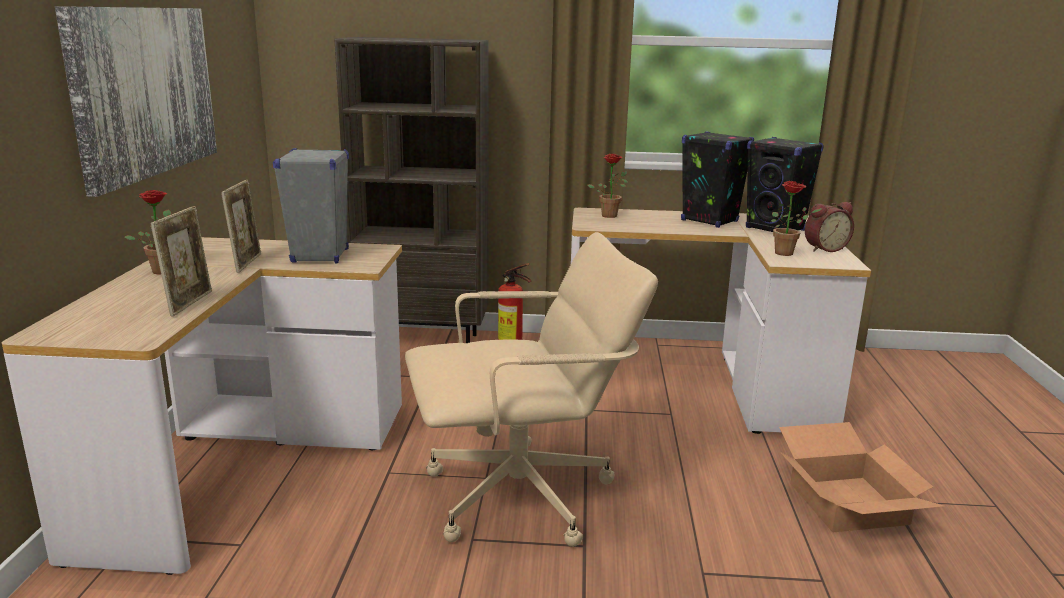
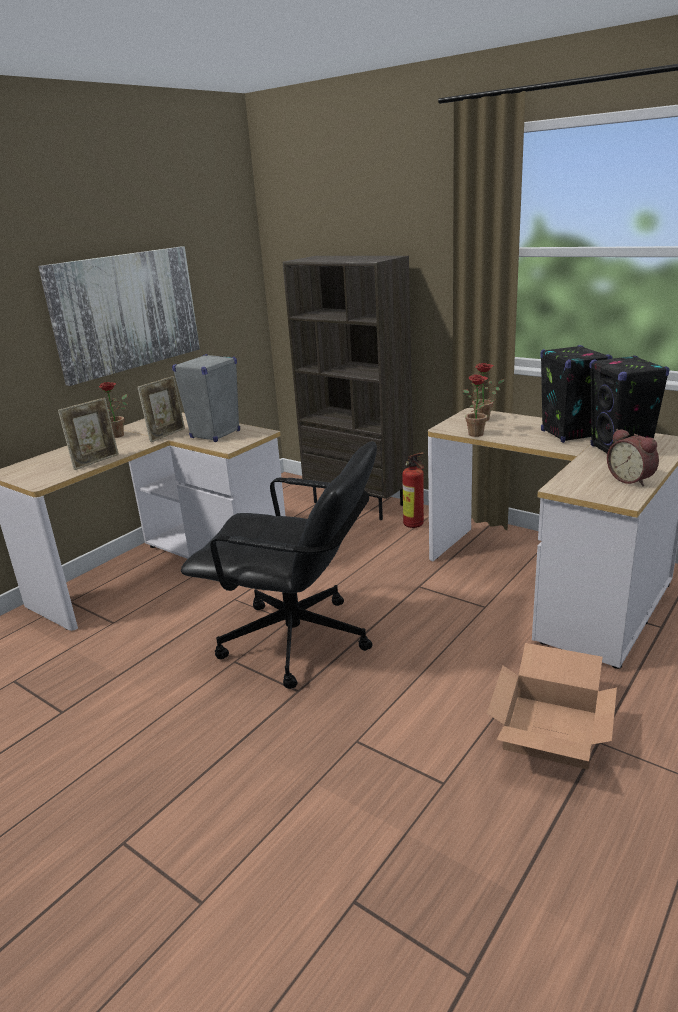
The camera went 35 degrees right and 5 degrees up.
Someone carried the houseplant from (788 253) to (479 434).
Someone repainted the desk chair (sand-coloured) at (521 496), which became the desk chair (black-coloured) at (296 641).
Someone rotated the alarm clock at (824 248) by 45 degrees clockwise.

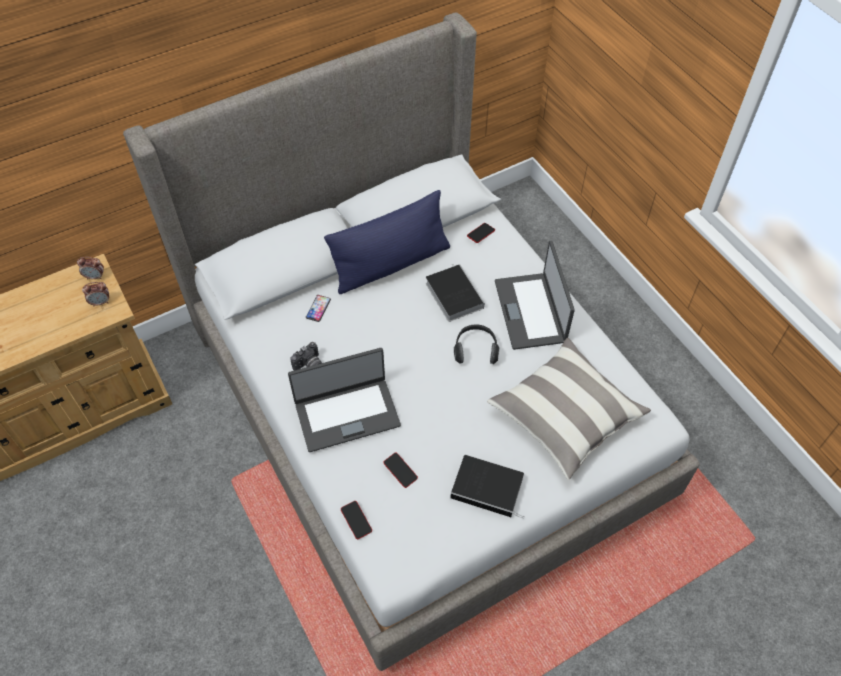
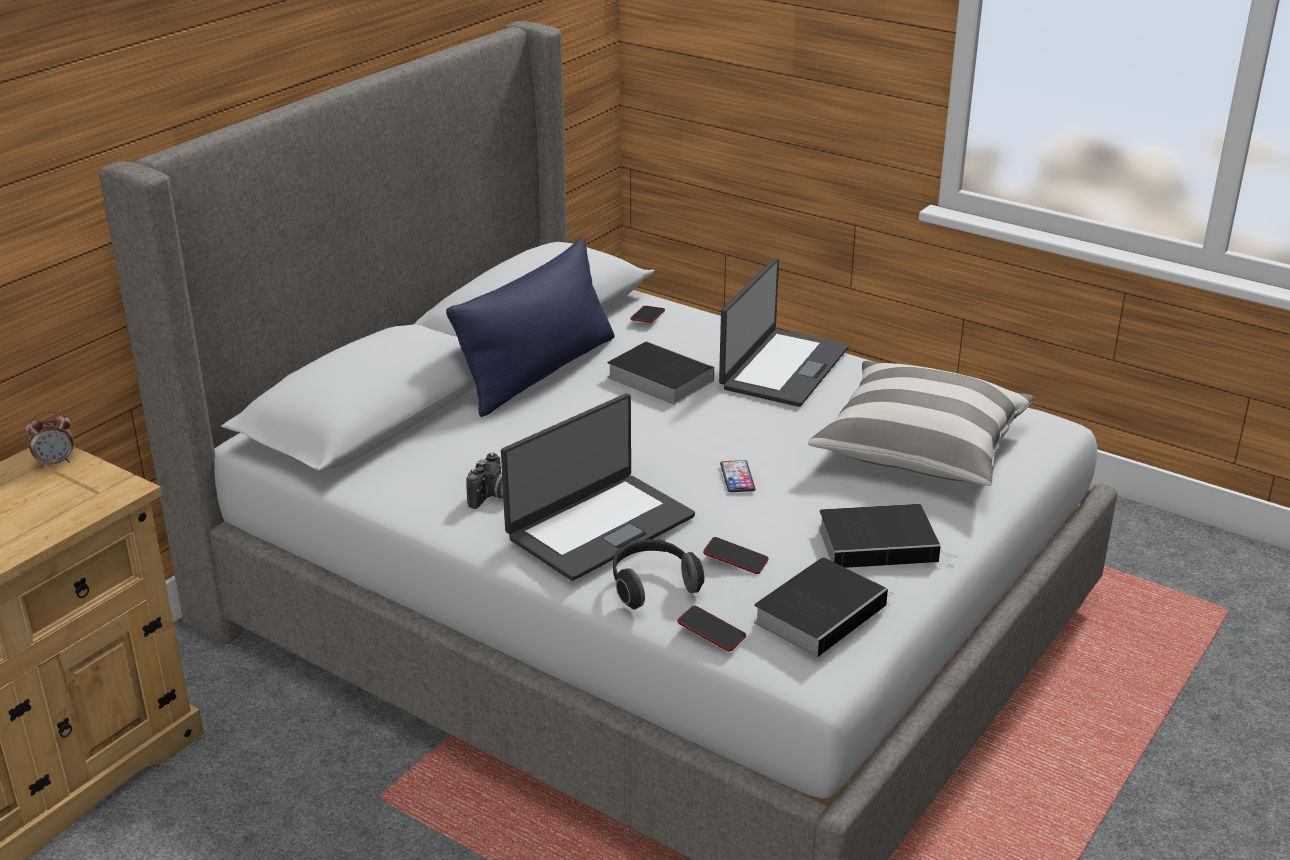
The camera went 25 degrees left and 25 degrees down.
Someone took away the alarm clock at (101 302).
Someone put down the book at (821 611).
Someone carried the handset from (318 308) to (737 477).
Someone carried the headphones from (475 350) to (652 585).
Someone rotated the portable computer at (531 311) by 120 degrees counterclockwise.

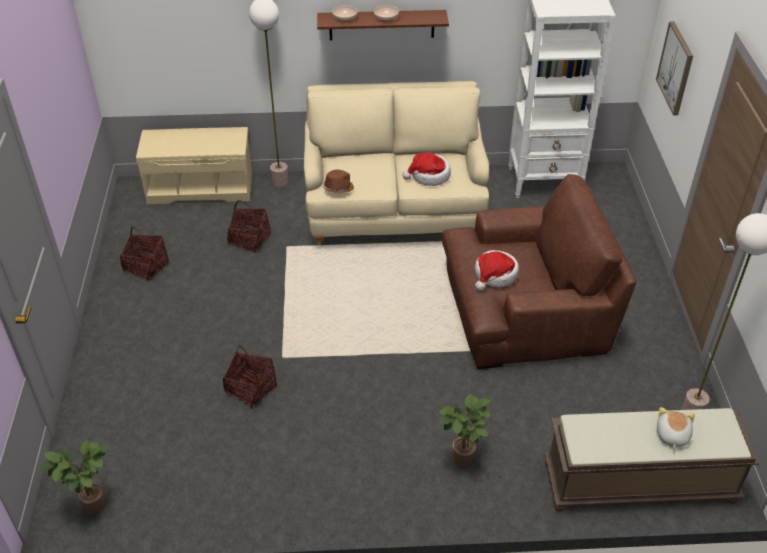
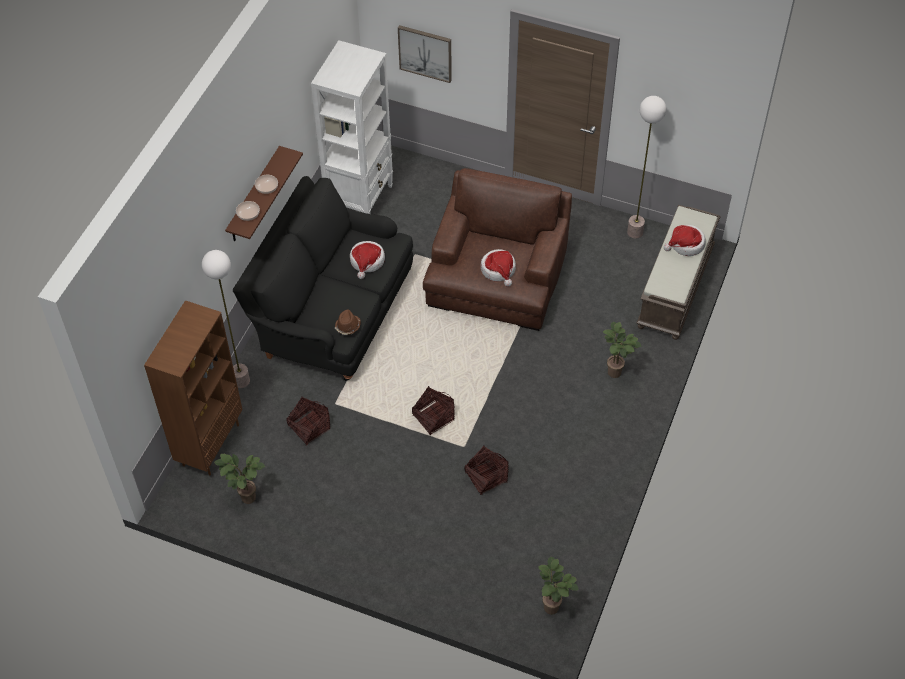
The camera went 65 degrees left and 10 degrees up.
Someone put down the houseplant at (246 499).
Someone carried the household basket from (146 266) to (433 418).
Someone swapped the long seat (sand-coloured) at (201 187) for the bookcase (brownish) at (210 444).
Someone swapped the soft toy at (671 435) for the hat at (686 245).
Someone repainted the sofa (sand-coloured) at (394 208), which became the sofa (black-coloured) at (331 312).

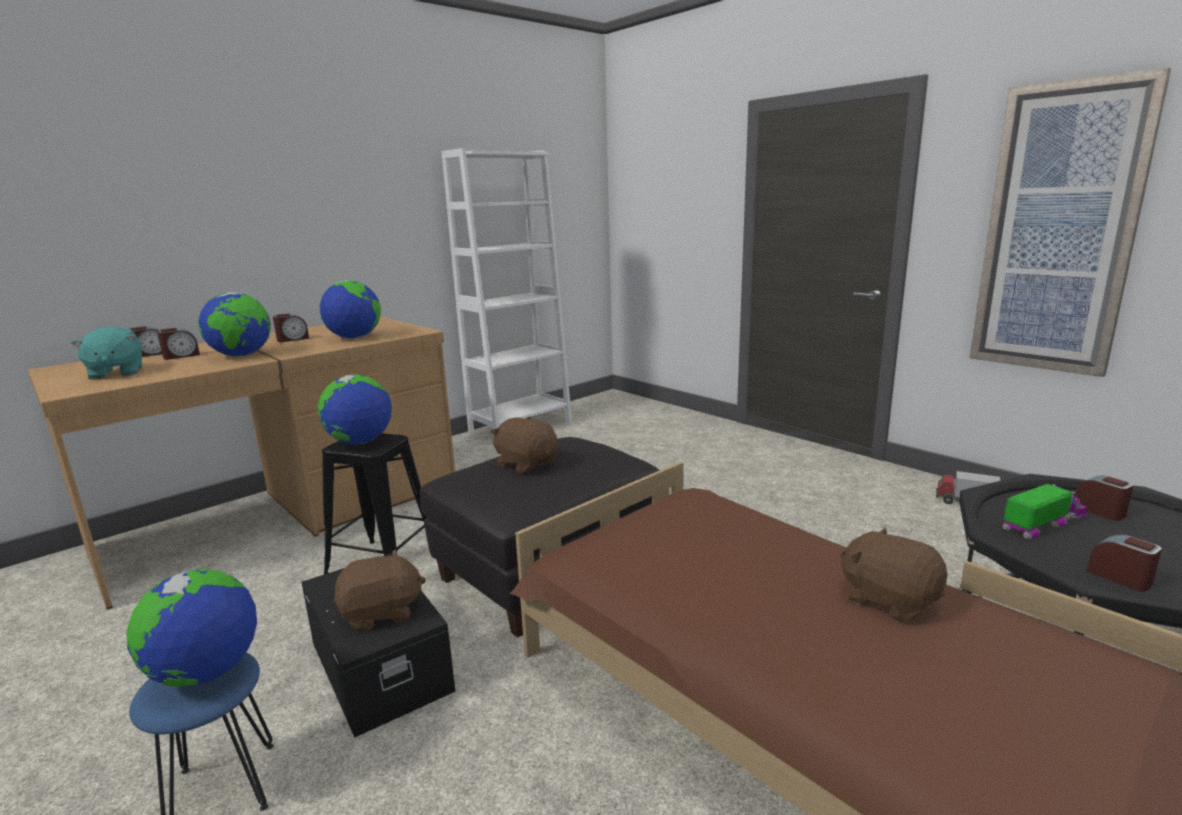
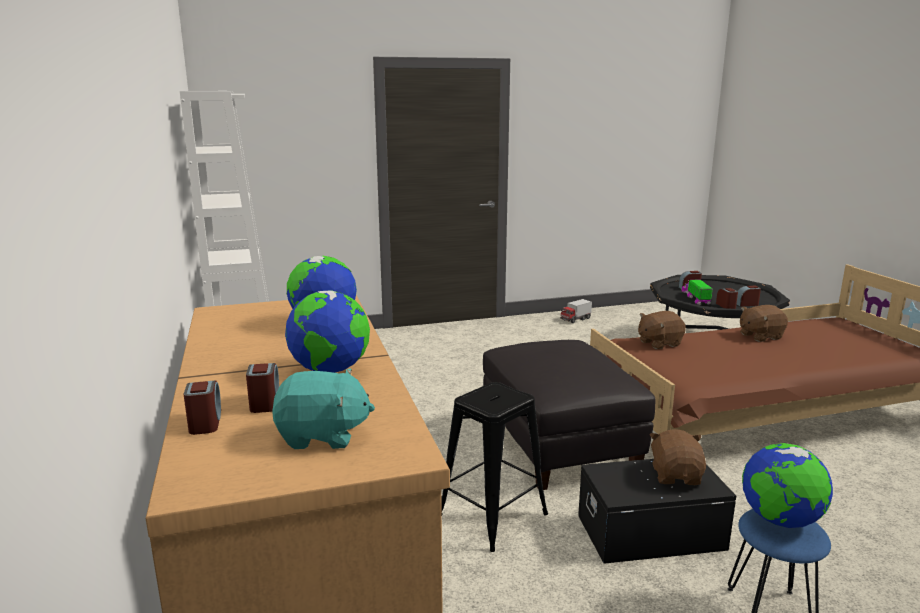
The camera went 65 degrees left and 0 degrees up.
Someone took away the desk globe at (360 442).
Someone took away the wall picture at (1059 231).
Someone carried the alarm clock from (292 339) to (726 306).
Someone carried the soft toy (brownish) from (526 464) to (659 343).

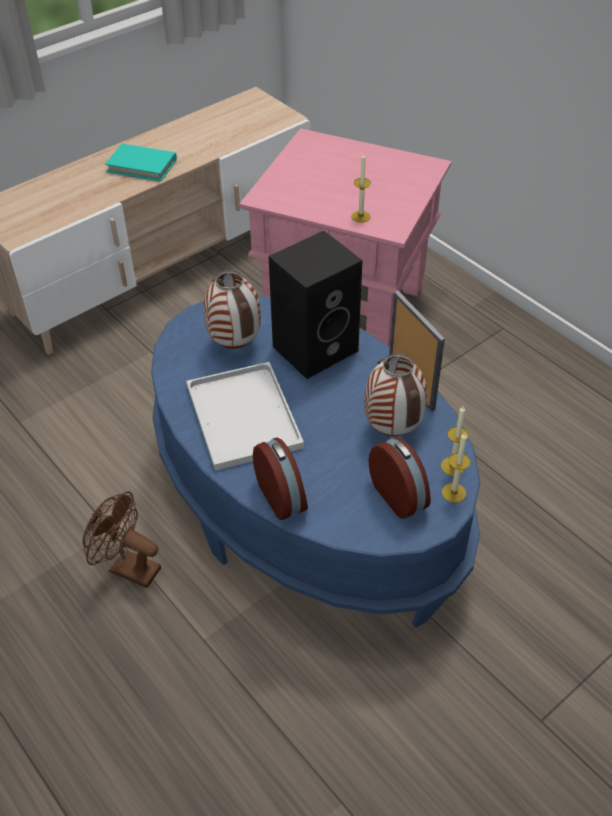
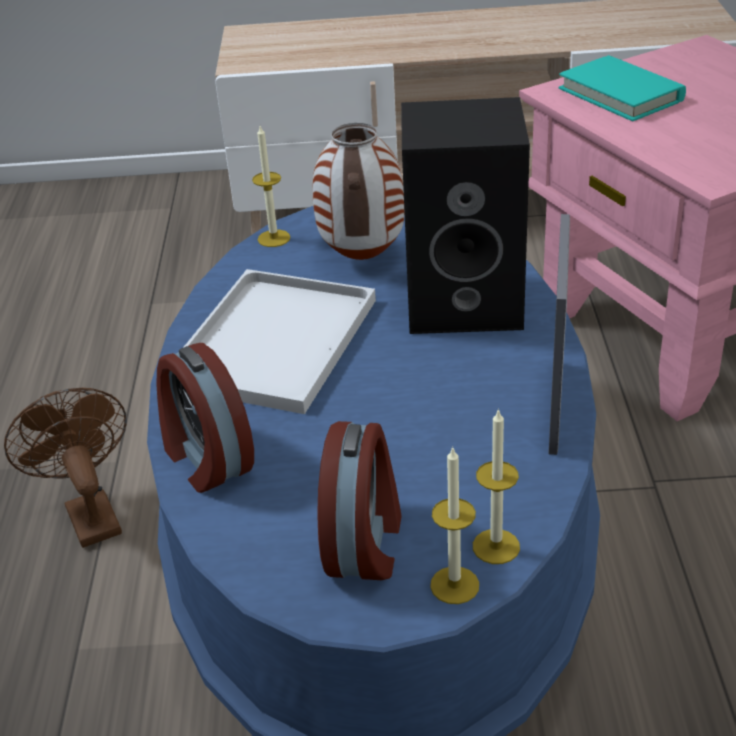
The camera went 40 degrees right and 10 degrees down.
Someone took away the flower vase at (391 430).
Someone carried the book (blue-green) from (142 166) to (620 94).
Someone carried the candle from (360 216) to (274 238).
Someone rotated the alarm clock at (283 496) by 135 degrees clockwise.

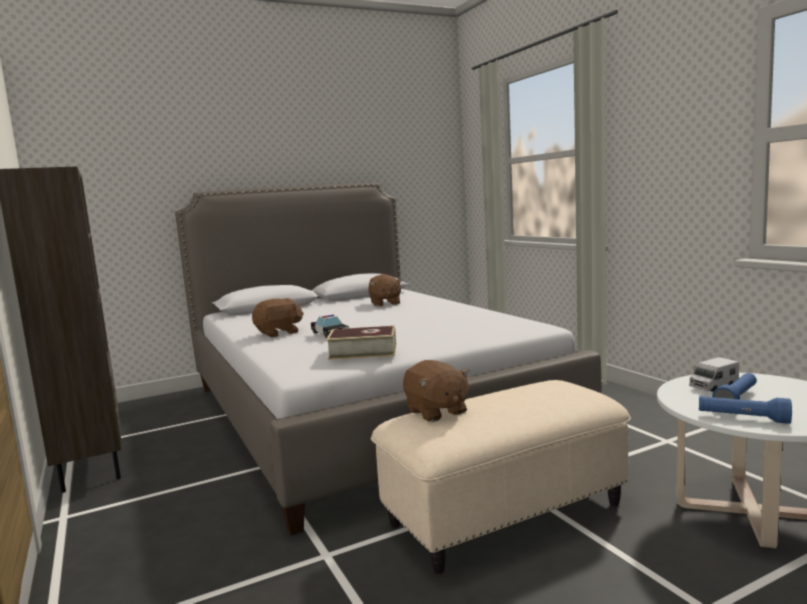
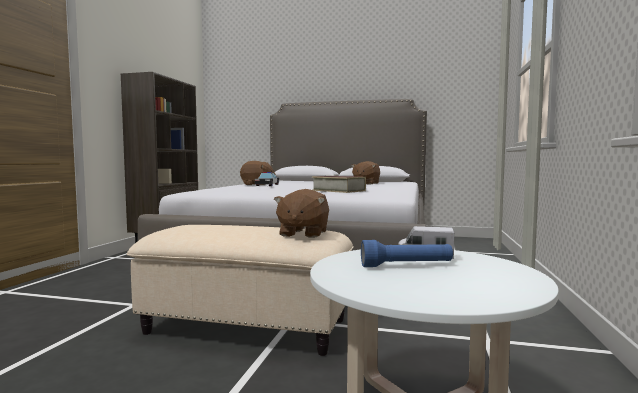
The camera went 40 degrees right and 5 degrees down.
Someone took away the torch (blue-coloured) at (742 418).
Someone carried the book from (363 351) to (338 190).
Someone carried the soft toy (brownish) from (436 412) to (303 233).

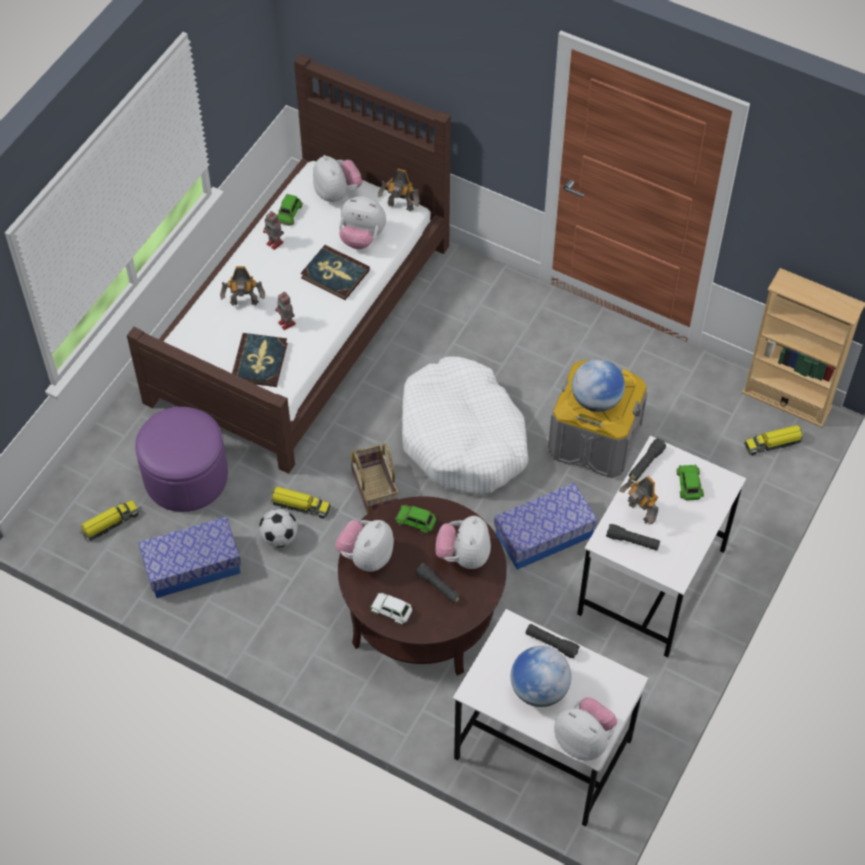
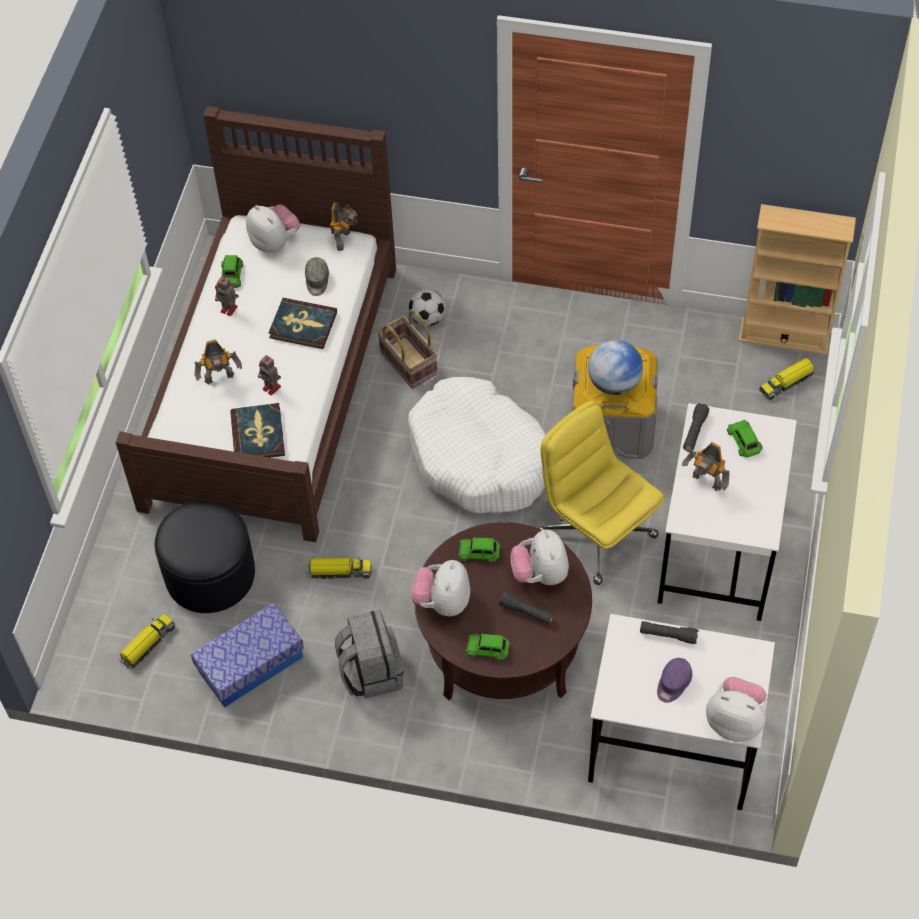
The camera went 15 degrees left and 0 degrees up.
Someone took away the torch (black-coloured) at (632 541).
Someone put down the knapsack (greyish) at (371 671).
Someone carried the ball for football from (279 537) to (427 319).
Someone carried the household basket from (373 490) to (407 363).
Someone swapped the soft toy at (362 238) for the peaked cap (greyish) at (317 281).
Someone swapped the storage container at (544 535) for the desk chair (yellowish) at (596 533).
Someone swapped the desk globe at (539 689) for the peaked cap (purplish) at (673 684).
Someone repainted the pouffe (purplish) at (186 476), which became the pouffe (black-coloured) at (210 574).
Someone repainted the toy car (whitish) at (391 610), which became the toy car (greenish) at (488 648).
Someone rotated the model robot at (400 207) by 75 degrees counterclockwise.

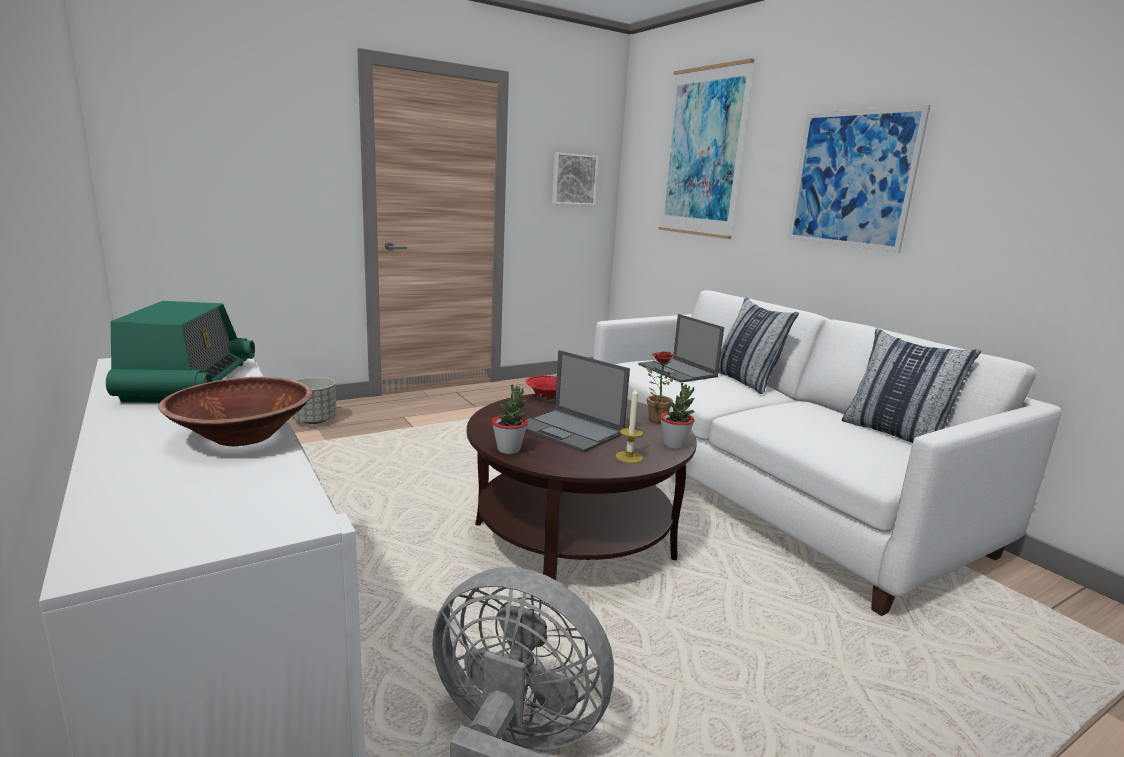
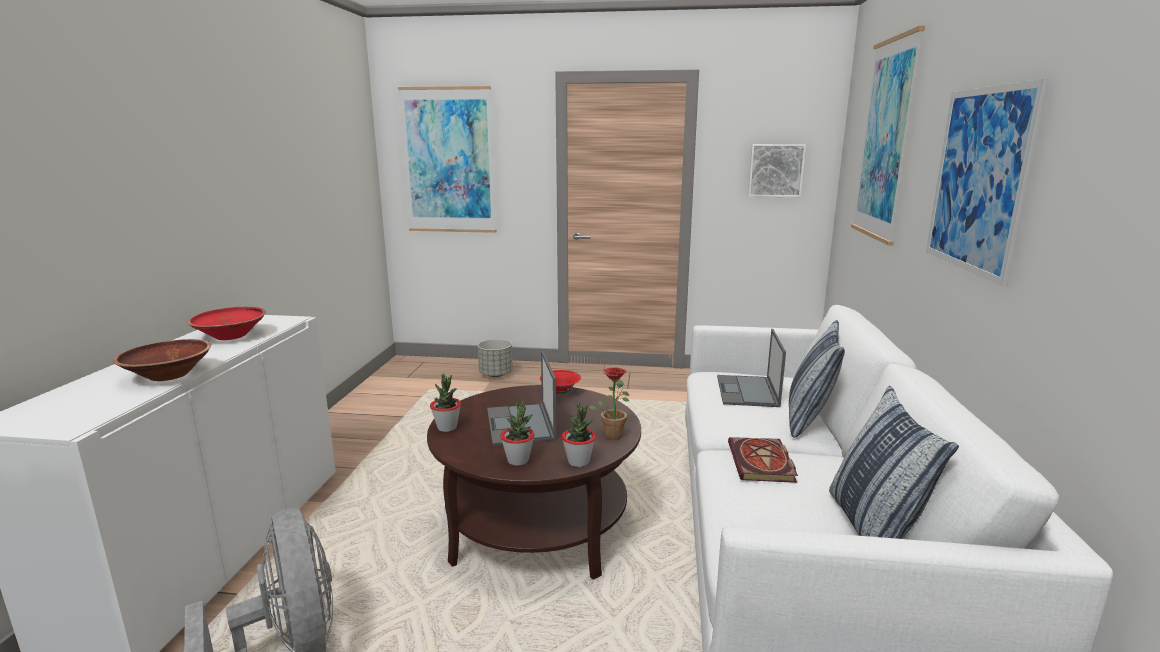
The camera went 40 degrees right and 0 degrees up.
Someone put up the wall picture at (449 161).
Someone put down the book at (763 464).
Someone swapped the radio at (189 382) for the bowl (red) at (231 336).
Someone swapped the candle at (629 457) for the houseplant at (518 460).

